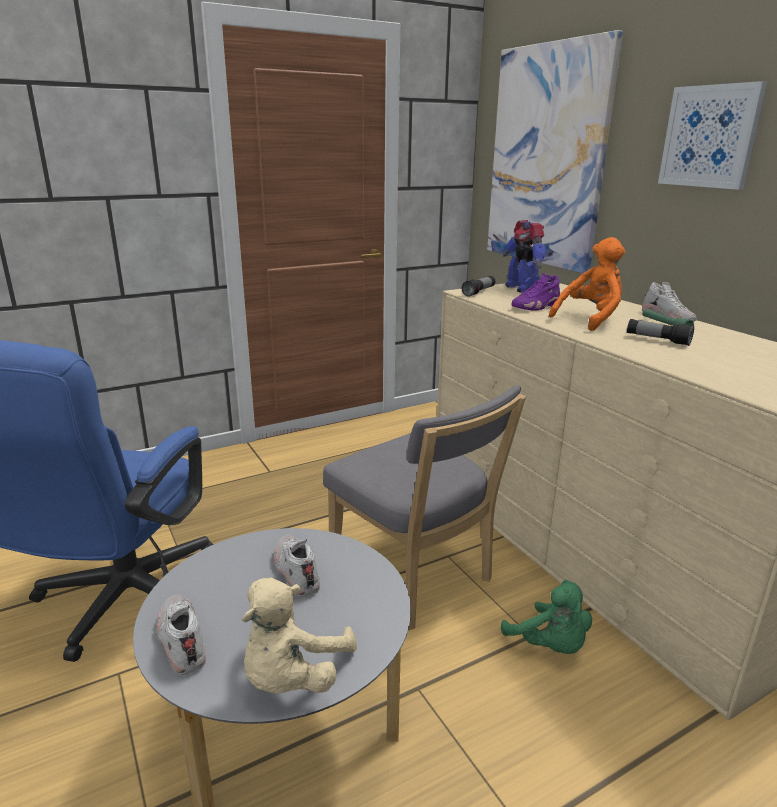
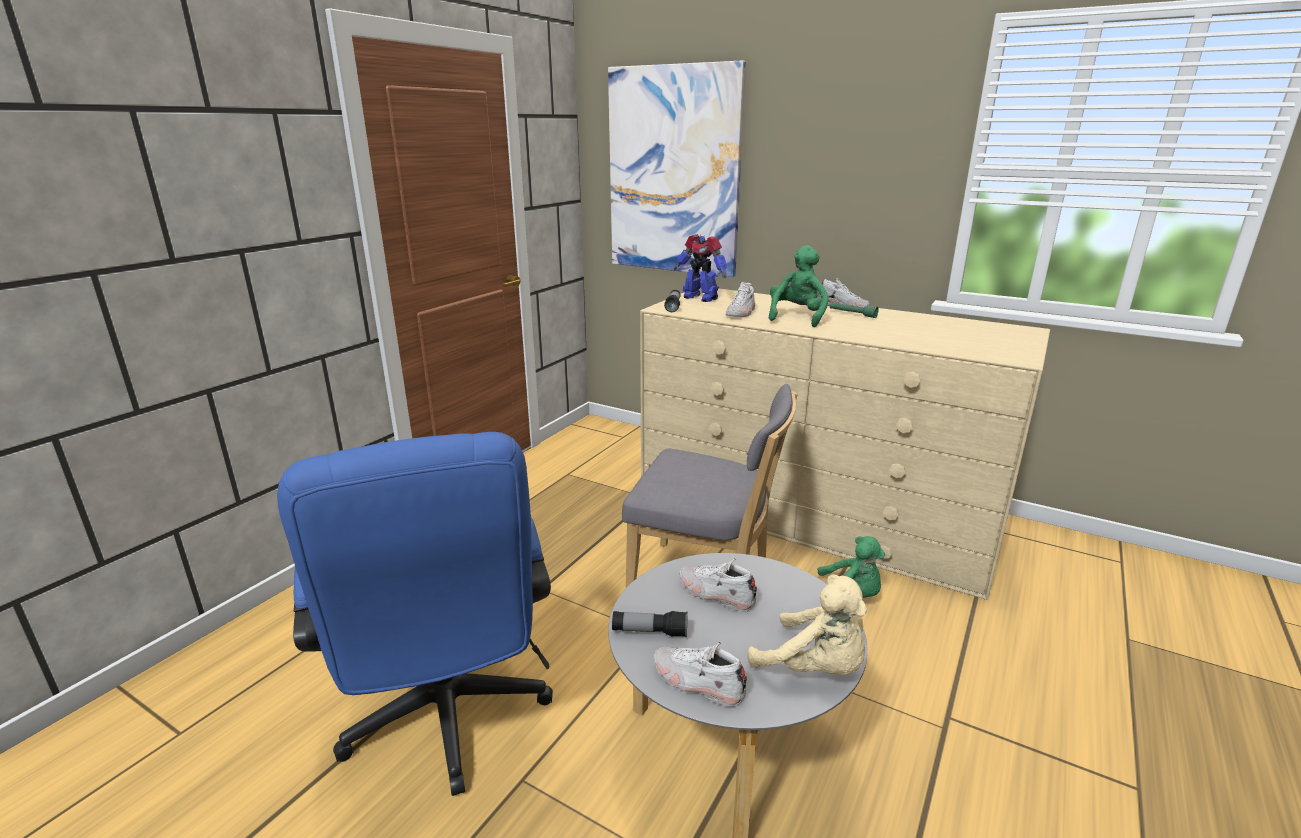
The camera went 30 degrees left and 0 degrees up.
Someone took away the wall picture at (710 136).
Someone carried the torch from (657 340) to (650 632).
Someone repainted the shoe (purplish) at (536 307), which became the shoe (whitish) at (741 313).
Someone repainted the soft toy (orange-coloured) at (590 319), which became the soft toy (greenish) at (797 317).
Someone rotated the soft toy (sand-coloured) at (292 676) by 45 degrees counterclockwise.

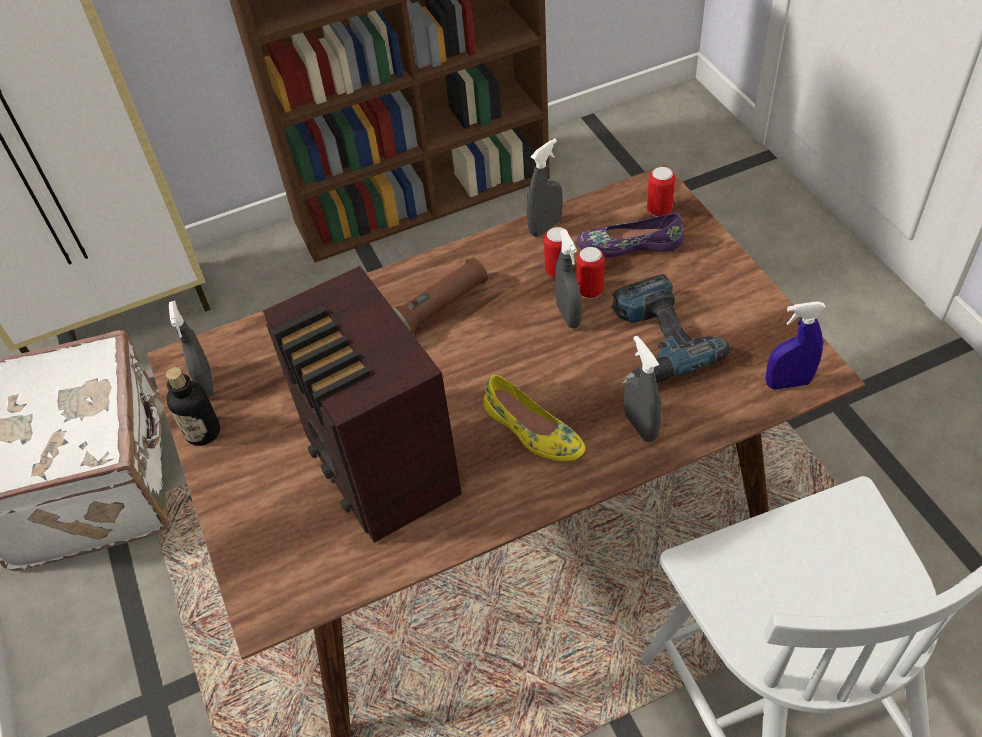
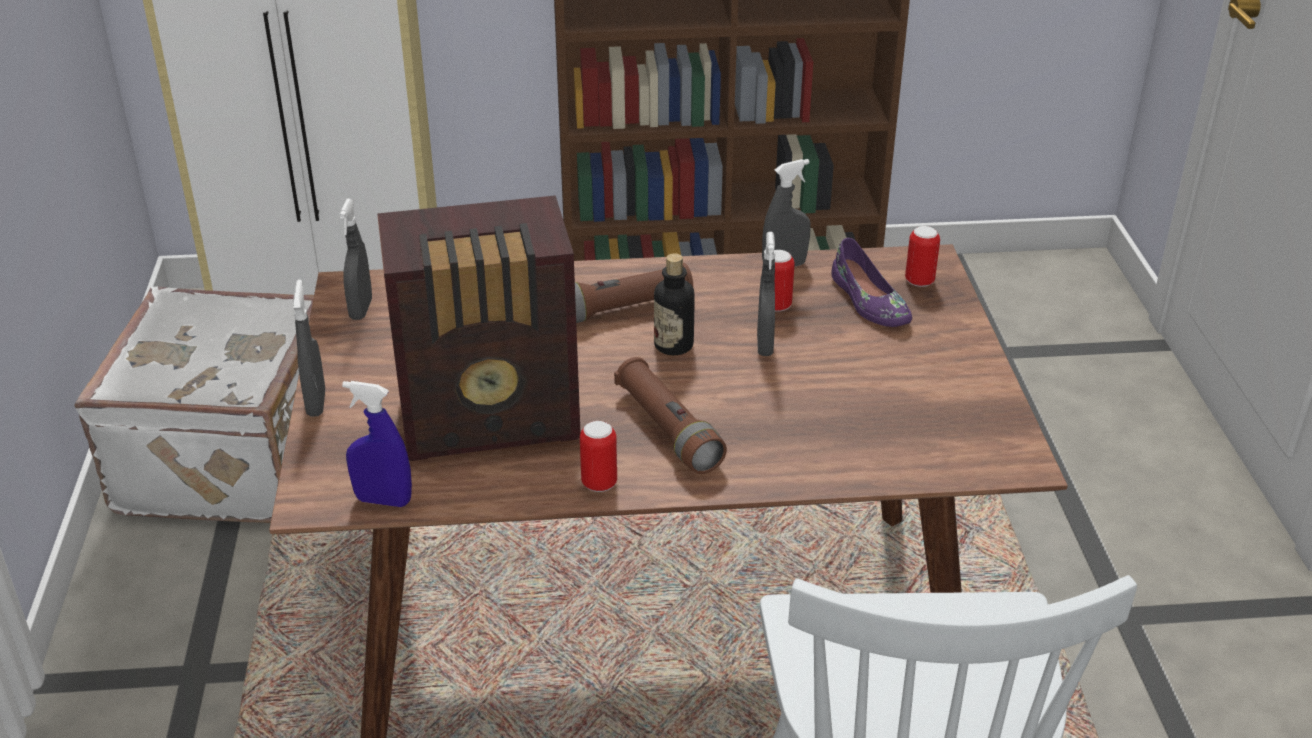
The camera went 15 degrees right and 15 degrees down.
Someone took away the electric drill at (653 341).
Someone carried the drink bottle from (203 432) to (673 345).
Someone carried the metal can from (590 291) to (599 483).
Someone carried the hand sprayer (greyish) from (640 426) to (316 403).
Someone carried the hand sprayer (blue-coloured) from (788 383) to (383 500).
Someone swapped the shoe (yellowish) at (532 431) for the torch (brownish) at (668 430).
Someone rotated the radio at (381 469) by 90 degrees counterclockwise.
Someone rotated the shoe (purplish) at (629 244) by 135 degrees counterclockwise.

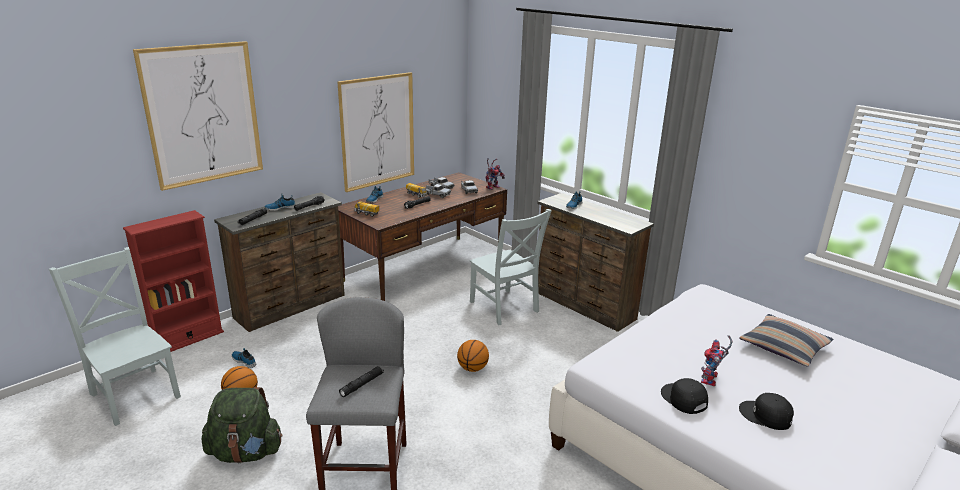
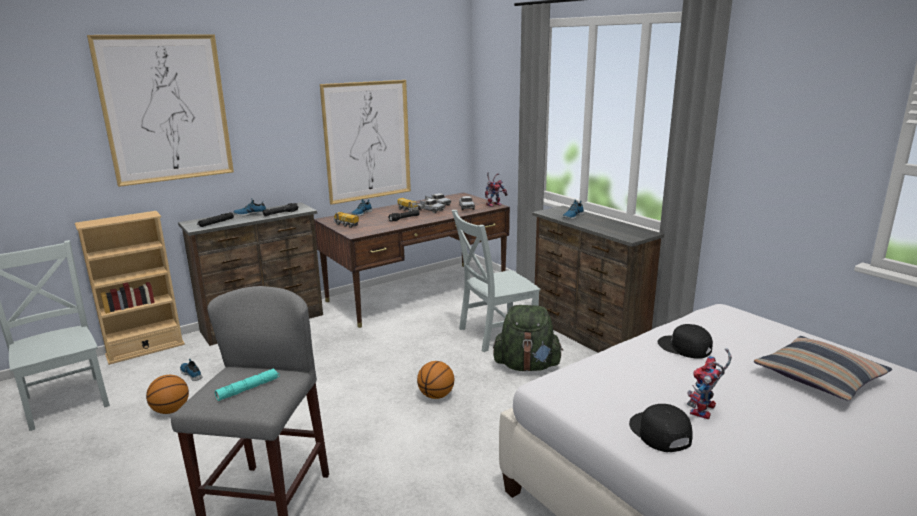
The camera went 10 degrees right and 5 degrees down.
Someone carried the knapsack (greenish) from (246 452) to (527 366).
Someone carried the peaked cap (black-coloured) from (765 416) to (684 347).
Someone repainted the bookcase (red) at (187 339), which became the bookcase (sand-coloured) at (145 349).
Someone repainted the torch (black-coloured) at (362 384), which became the torch (blue-green) at (248 389).
Someone rotated the plain chair (greyish) at (505 308) by 90 degrees clockwise.

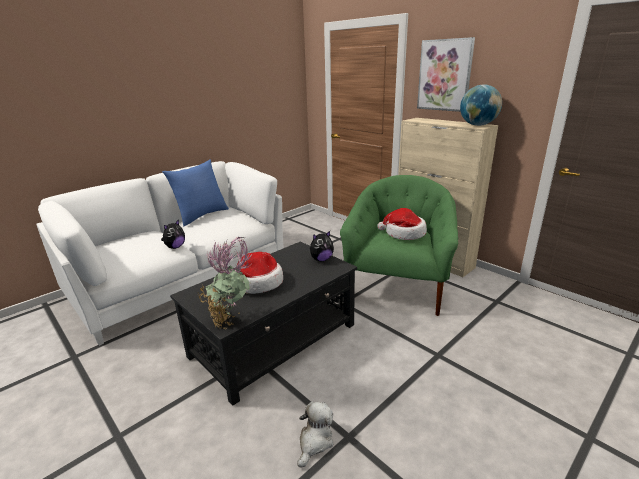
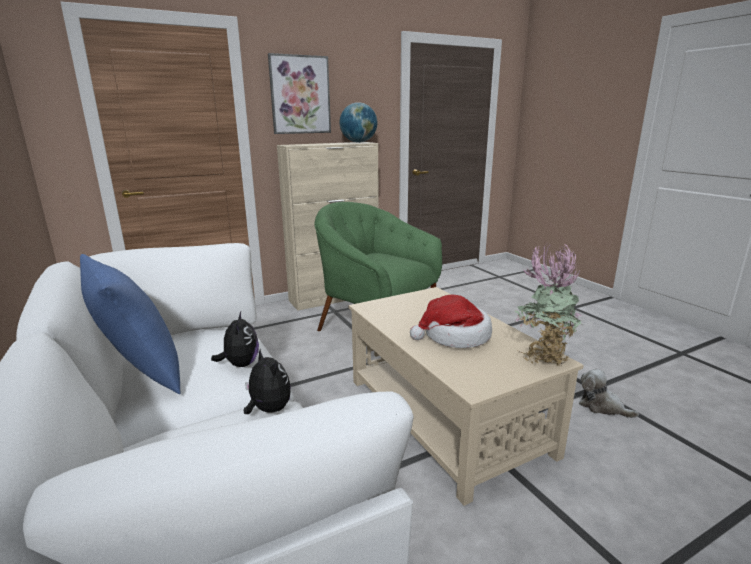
The camera went 75 degrees left and 5 degrees down.
Someone took away the hat at (404 233).
Someone carried the soft toy from (321 259) to (240 364).
Someone repainted the coffee table (black-coloured) at (275 340), which became the coffee table (sand-coloured) at (444 414).

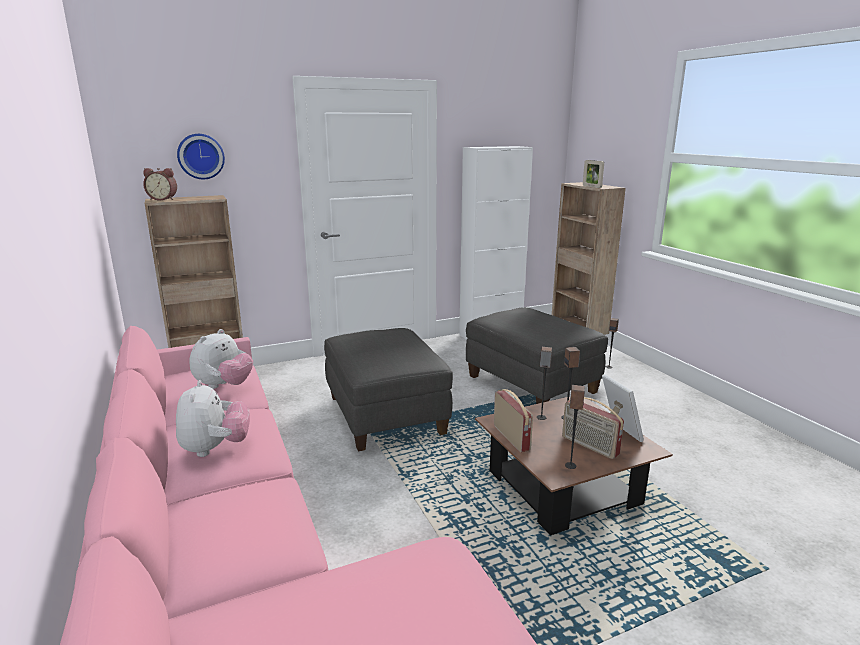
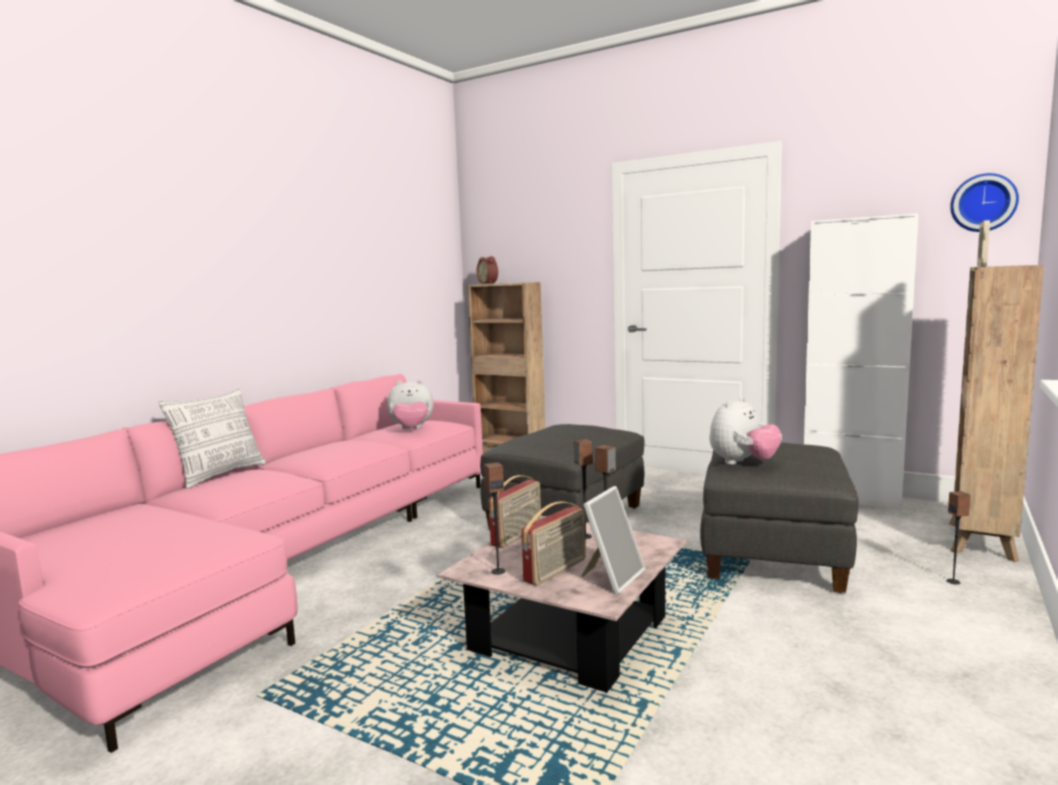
The camera went 55 degrees right and 10 degrees down.
Someone put down the pillow at (220 475).
Someone carried the soft toy from (215 449) to (743 463).
Someone carried the hanging clock from (201 156) to (983 203).
Someone repainted the coffee table (brownish) at (563 487), which became the coffee table (pink-coloured) at (569 634).
Someone rotated the radio at (589 446) by 150 degrees counterclockwise.

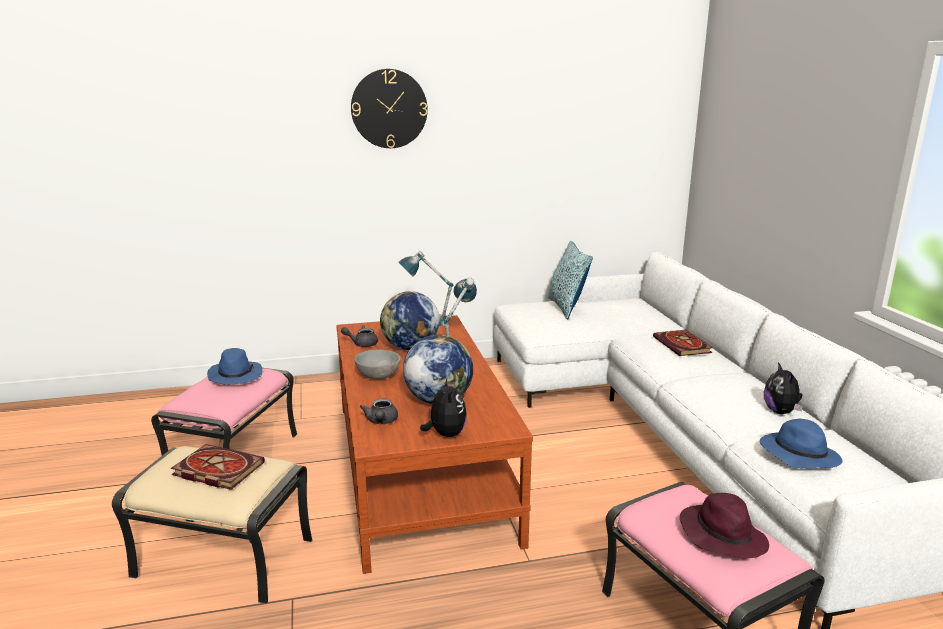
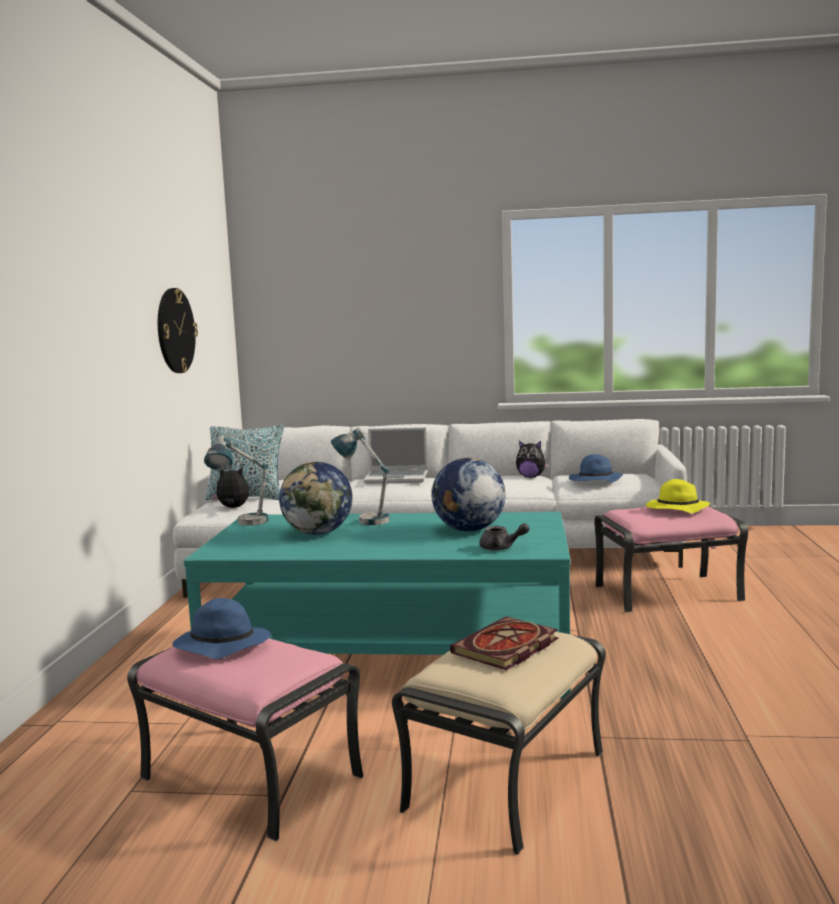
The camera went 70 degrees left and 10 degrees down.
Someone took away the teapot (greyish) at (362 344).
Someone took away the bowl (greyish) at (378 376).
Someone carried the hanging clock from (389 109) to (175 331).
Someone carried the soft toy from (445 434) to (232 508).
Someone swapped the book at (683 346) for the portable computer at (397 478).
Someone repainted the coffee table (brownish) at (420 468), which became the coffee table (blue-green) at (393 658).
Someone repainted the hat (purplish) at (721 535), which became the hat (yellowish) at (676 509).

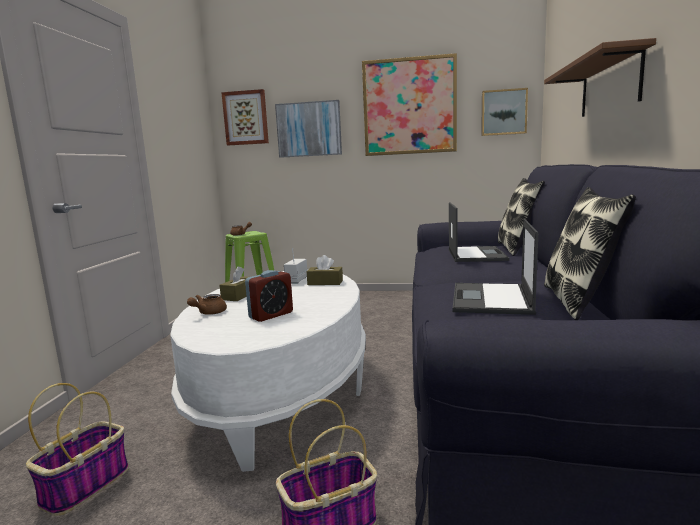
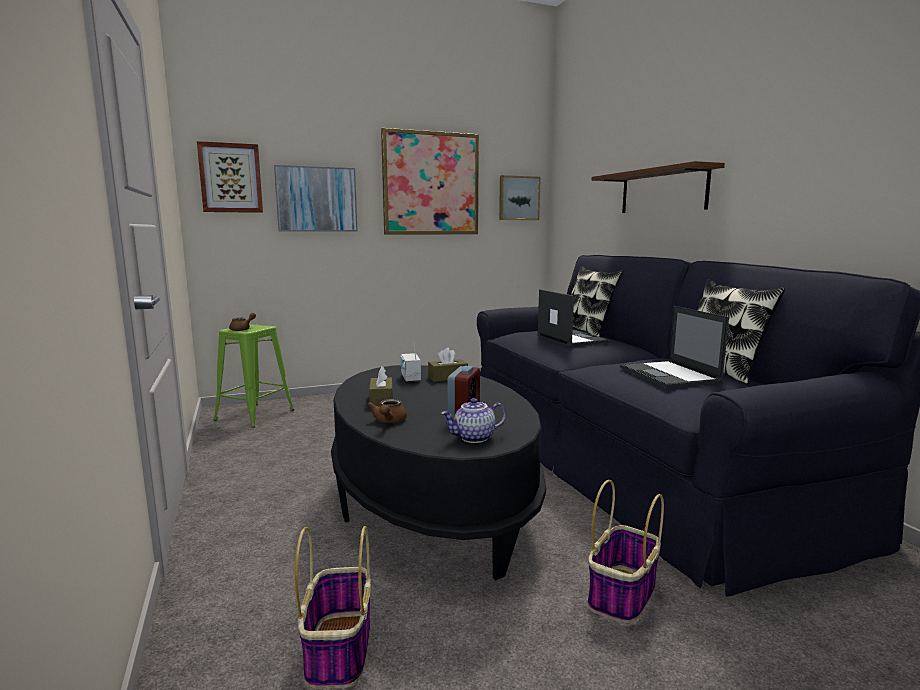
The camera went 30 degrees left and 0 degrees up.
Someone put down the teapot at (474 438).
Someone repainted the coffee table (whitish) at (282 392), which became the coffee table (black-coloured) at (431 502).

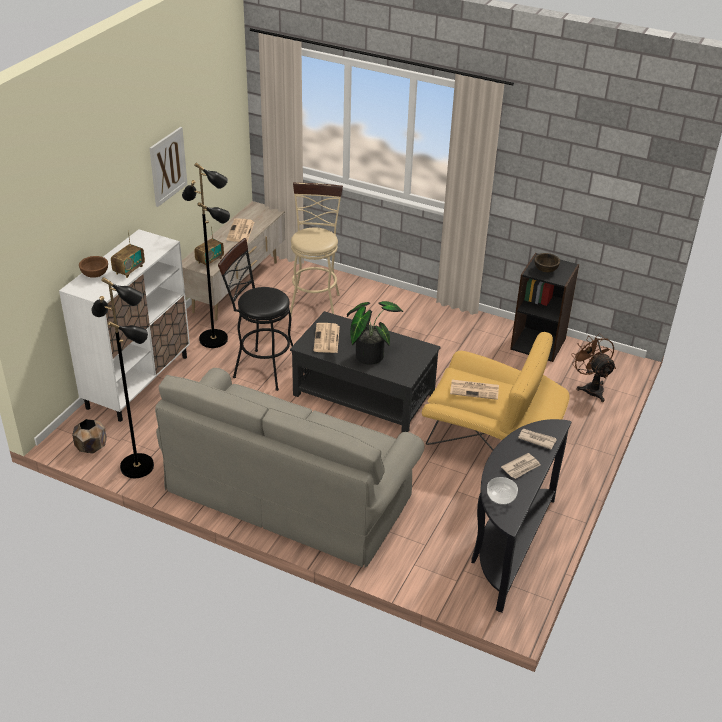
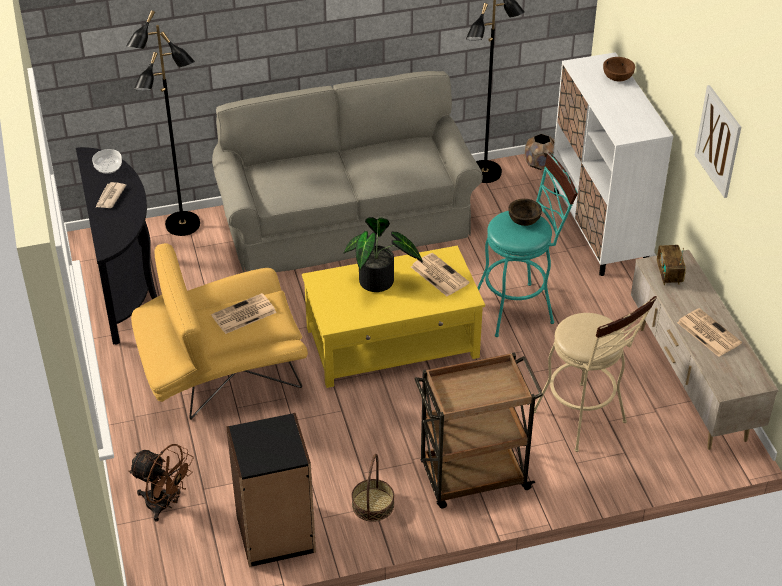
The camera went 140 degrees right and 5 degrees up.
Someone took away the radio at (129 270).
Someone took away the daily paper at (536 439).
Someone put down the household basket at (372 504).
Someone put down the cart (brownish) at (472 477).
Someone carried the standard lamp (black-coloured) from (214 339) to (182 225).
Someone carried the bowl (brownish) from (545 269) to (523 220).
Someone repainted the stool seat (black-coloured) at (261 368), which became the stool seat (blue-green) at (520 307).
Someone repainted the coffee table (black-coloured) at (363 394), which became the coffee table (yellowish) at (393 343).

